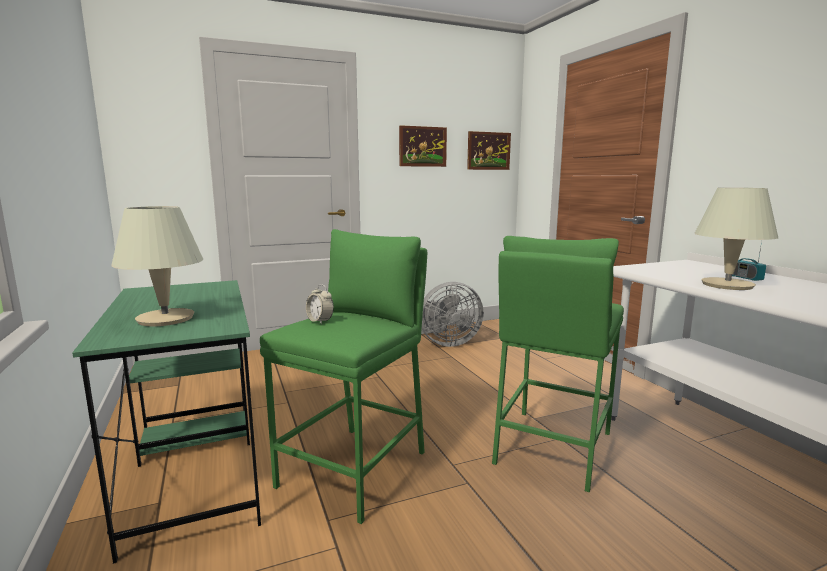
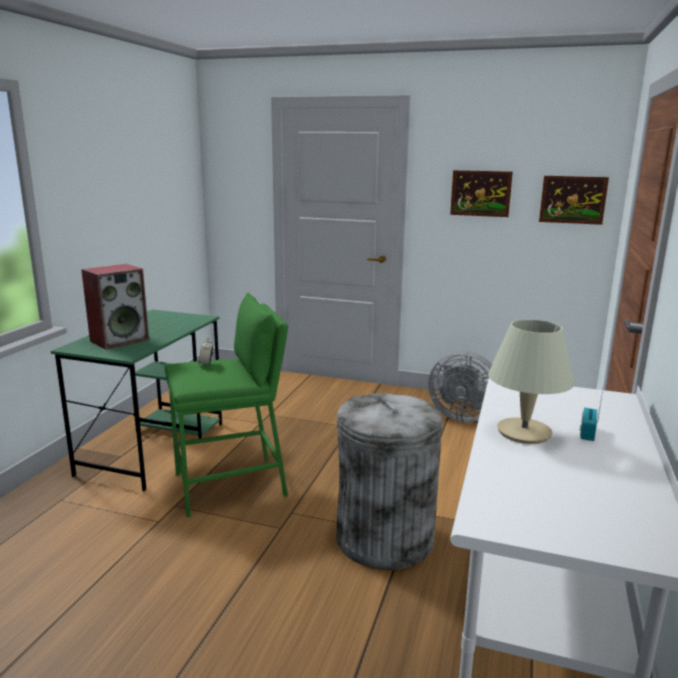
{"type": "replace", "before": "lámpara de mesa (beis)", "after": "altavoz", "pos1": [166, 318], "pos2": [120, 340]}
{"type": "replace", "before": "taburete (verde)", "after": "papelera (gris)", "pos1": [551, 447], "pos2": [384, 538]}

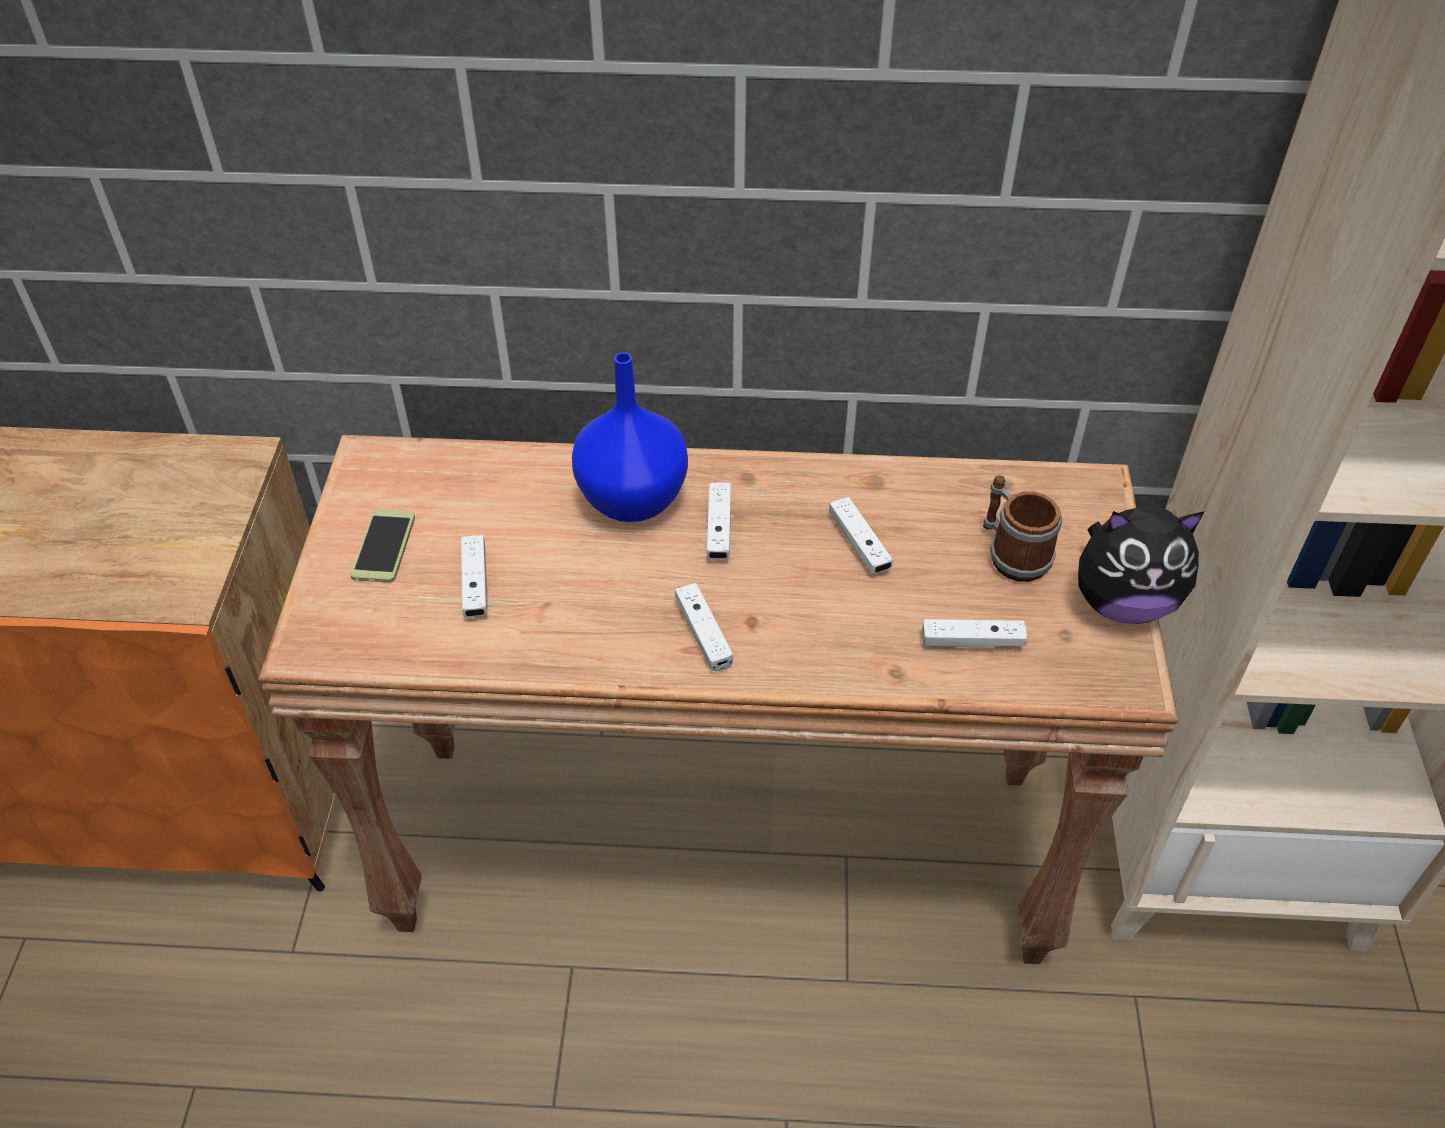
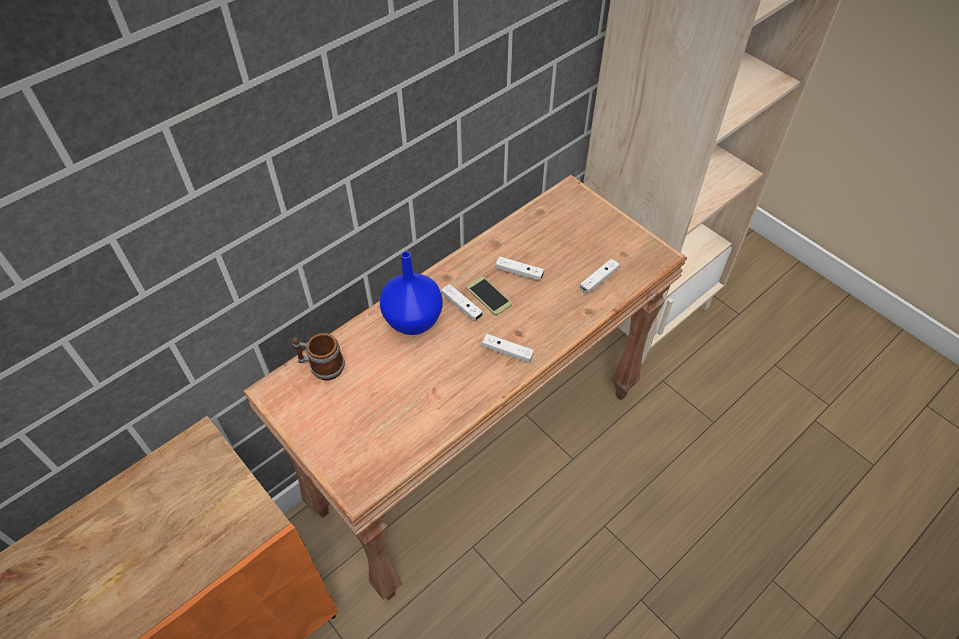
{"type": "move", "before": "taza grande", "pos1": [1011, 553], "pos2": [321, 366]}
{"type": "delete", "before": "peluche", "pos1": [1123, 602]}
{"type": "move", "before": "móvil", "pos1": [383, 546], "pos2": [488, 296]}
{"type": "delete", "before": "mando de consola (blanco)", "pos1": [475, 584]}

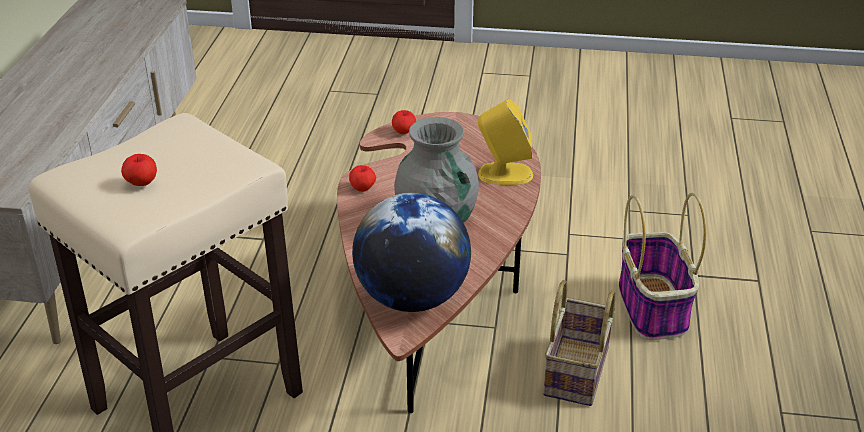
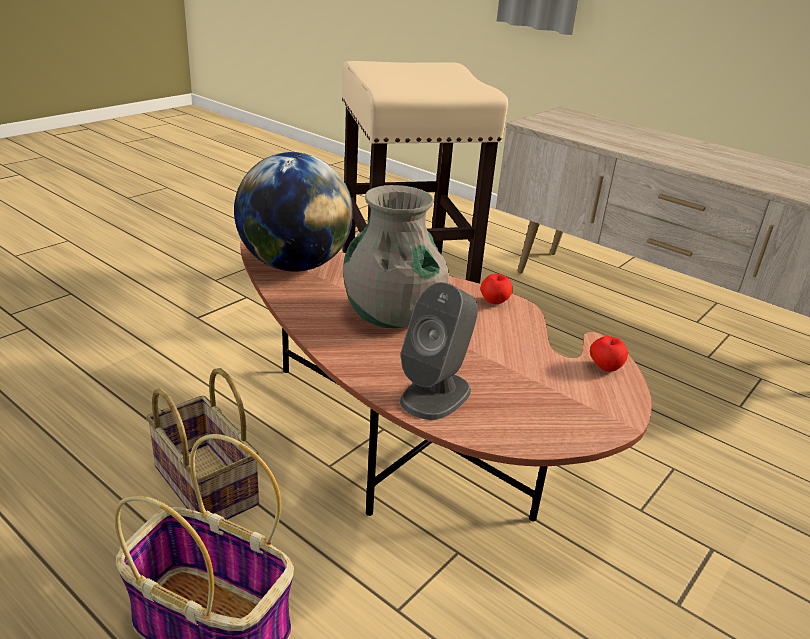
{"type": "recolor", "before": "altavoz (amarillo)", "after": "altavoz (gris)", "pos1": [504, 174], "pos2": [436, 394]}
{"type": "delete", "before": "manzana", "pos1": [141, 183]}

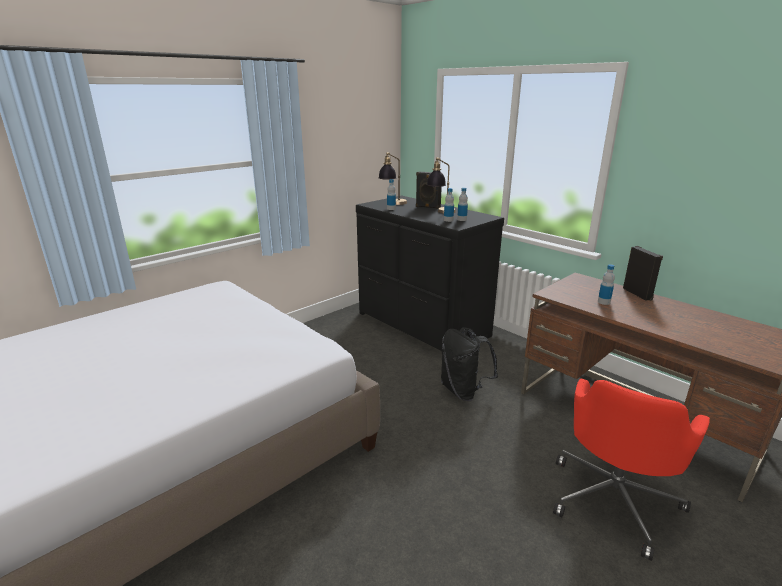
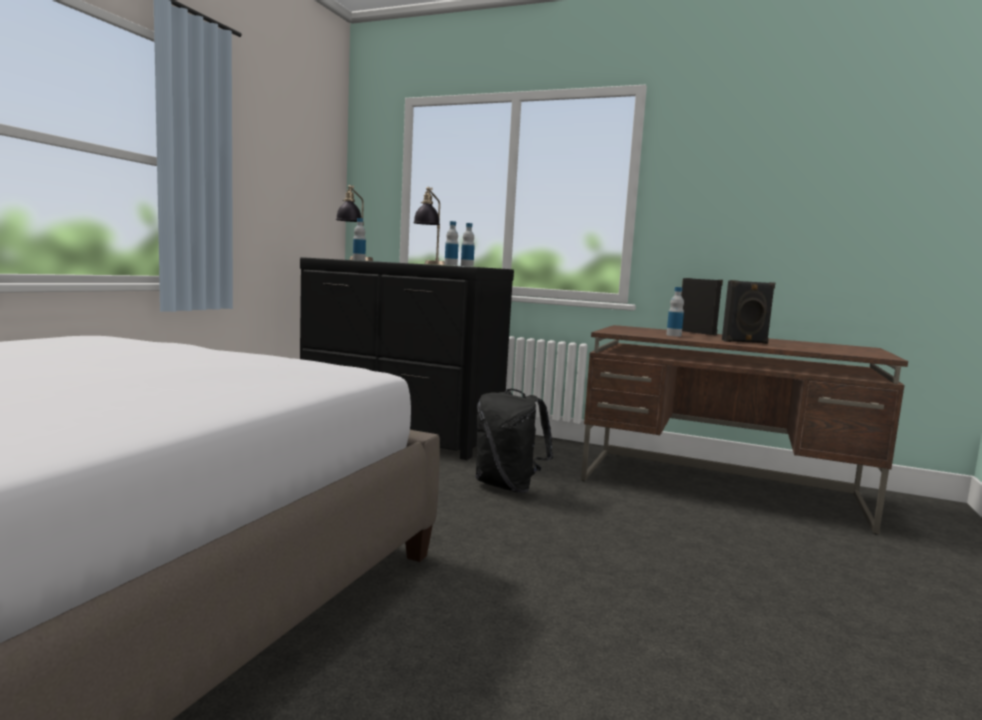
{"type": "move", "before": "altavoz (negro)", "pos1": [427, 207], "pos2": [745, 342]}
{"type": "delete", "before": "silla de oficina (rojo)", "pos1": [614, 498]}

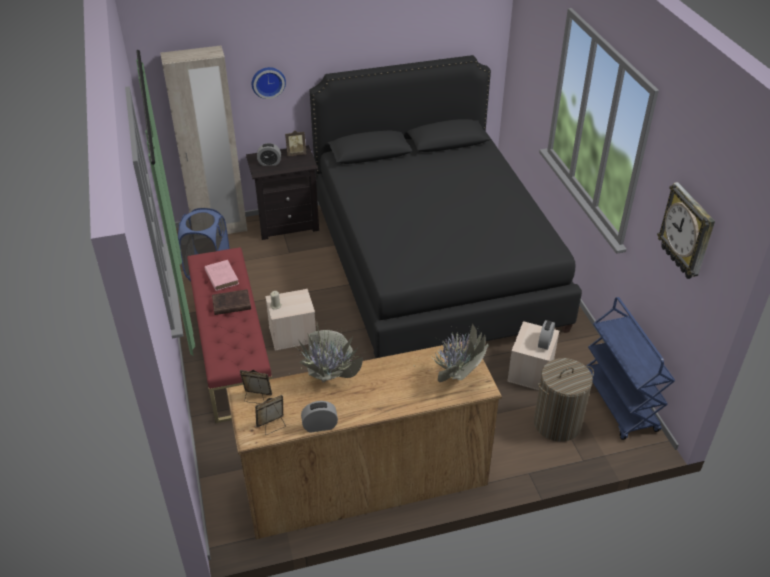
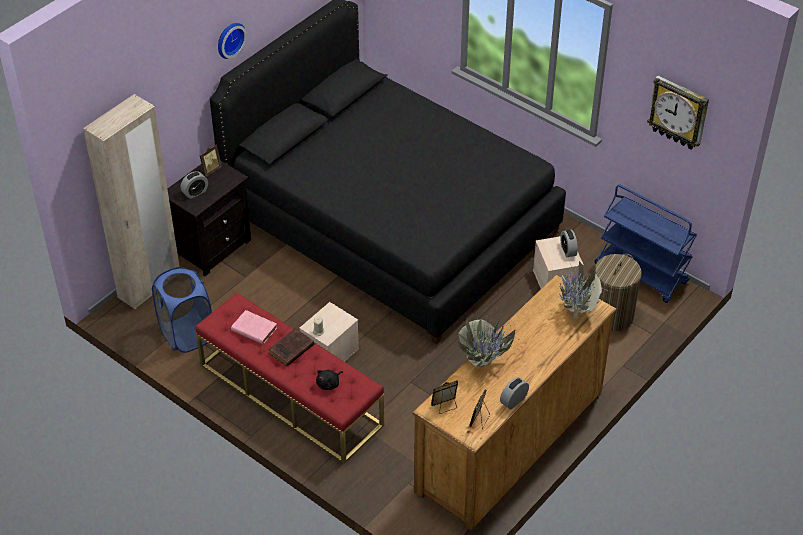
{"type": "move", "before": "reloj de pared", "pos1": [268, 81], "pos2": [229, 39]}
{"type": "insert", "after": "peluche (negro)", "pos2": [329, 384]}

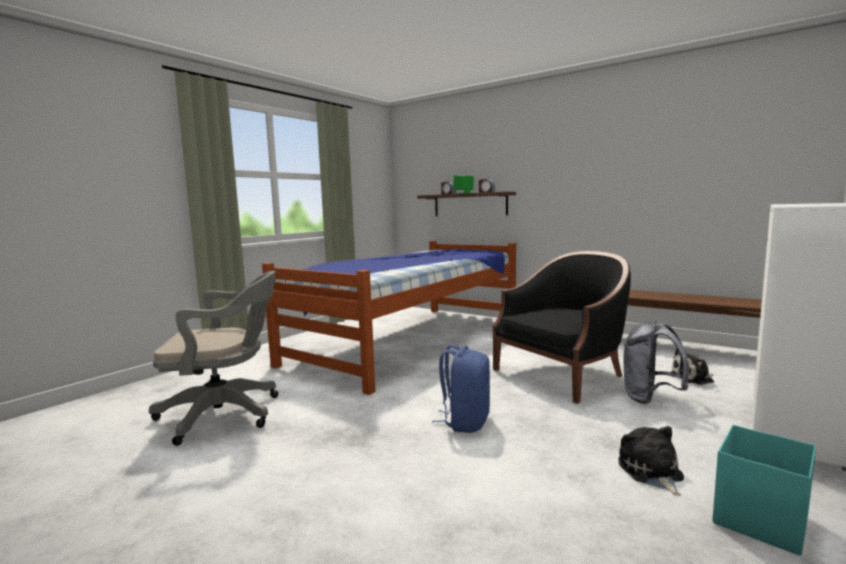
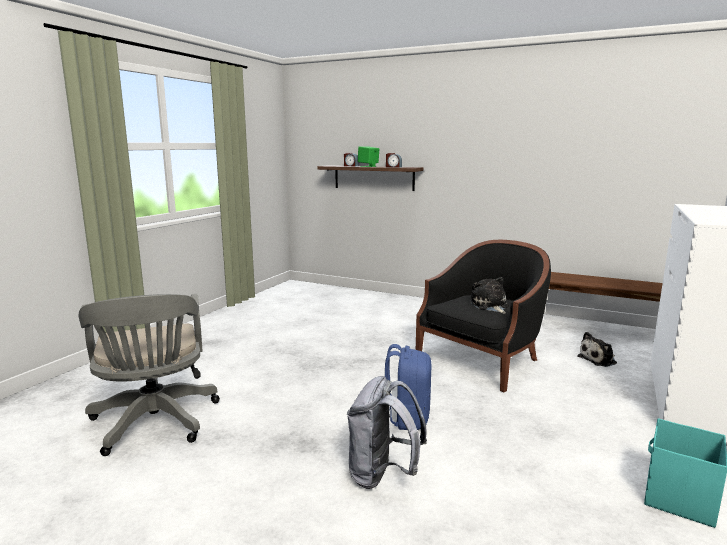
{"type": "delete", "before": "cama", "pos1": [409, 340]}
{"type": "rotate", "before": "silla de oficina (gris)", "pos1": [226, 414], "pos2": [155, 424], "turn": 90}
{"type": "move", "before": "mochila (gris)", "pos1": [650, 398], "pos2": [382, 475]}
{"type": "move", "before": "peluche", "pos1": [651, 472], "pos2": [490, 306]}

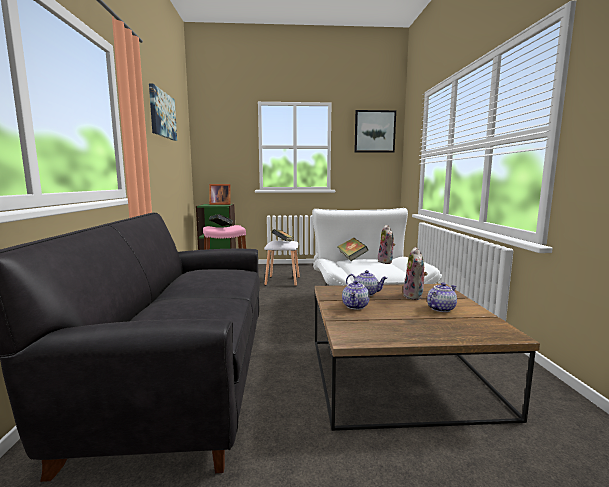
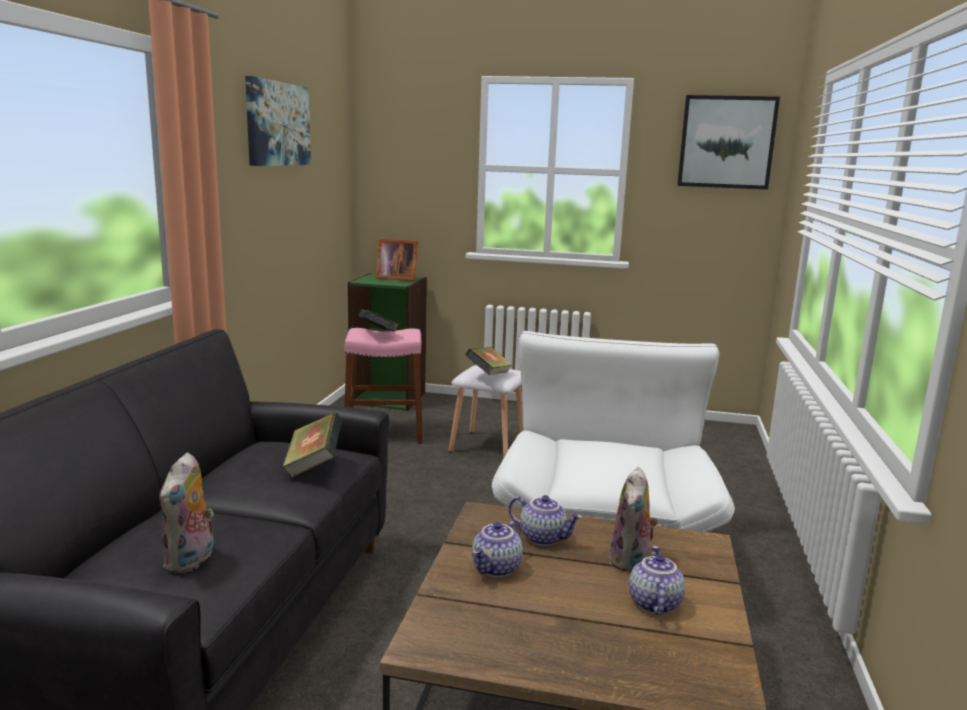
{"type": "move", "before": "peluche", "pos1": [386, 262], "pos2": [191, 561]}
{"type": "move", "before": "libro", "pos1": [351, 258], "pos2": [313, 465]}
{"type": "rotate", "before": "tetera", "pos1": [440, 308], "pos2": [653, 603], "turn": -60}

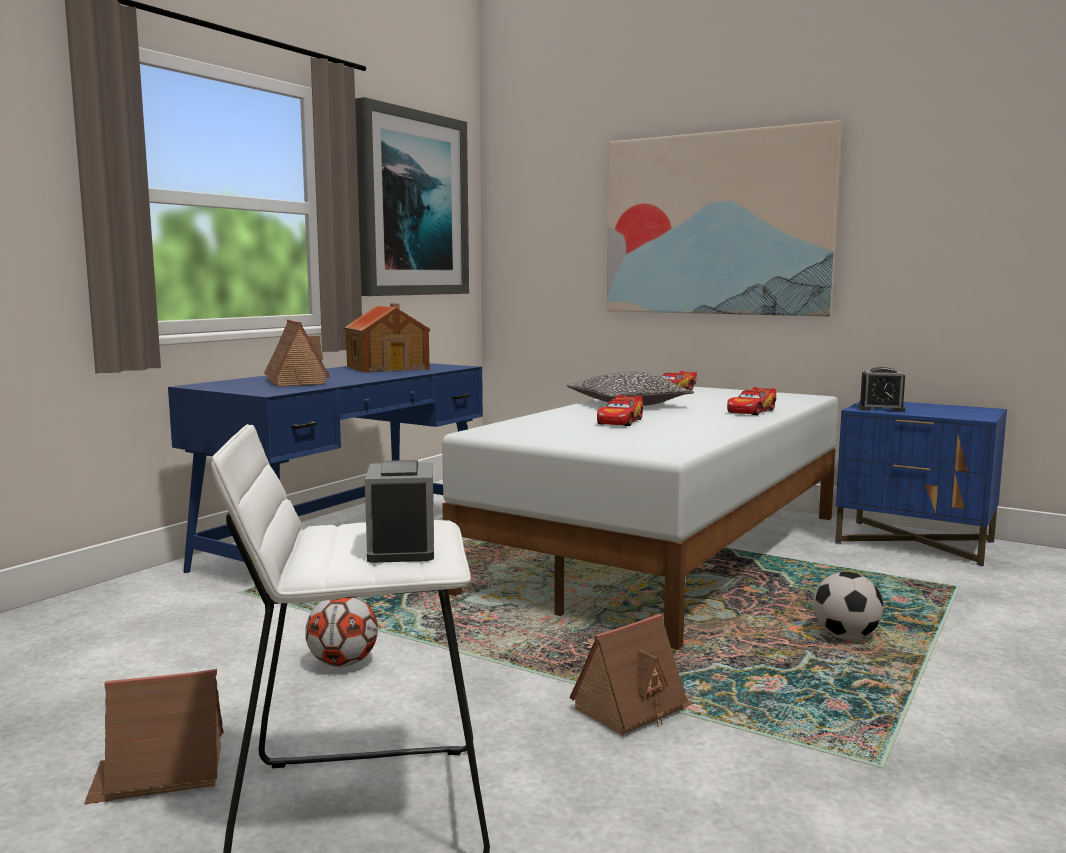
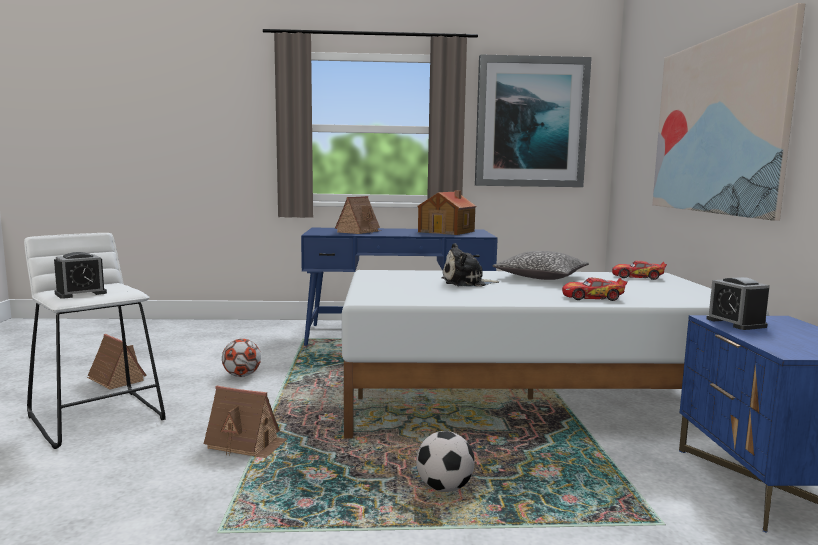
{"type": "replace", "before": "coche de juguete", "after": "peluche", "pos1": [620, 421], "pos2": [466, 283]}

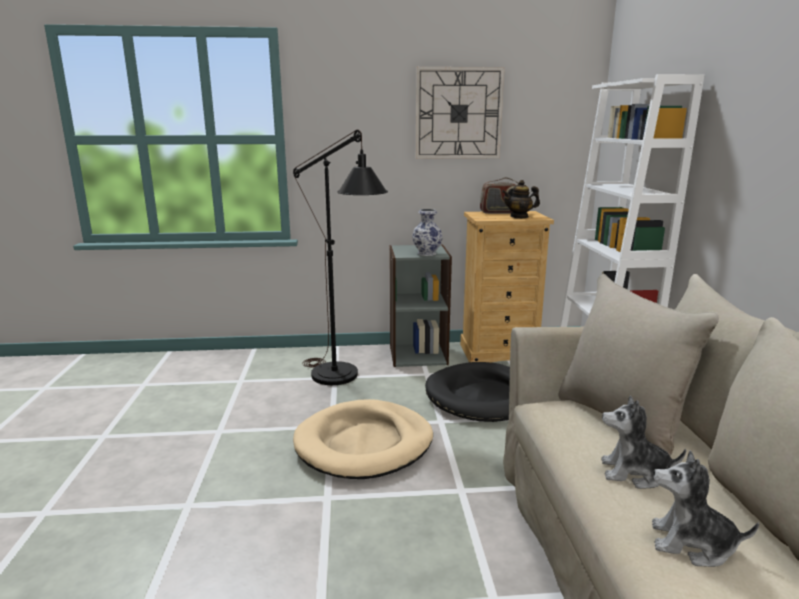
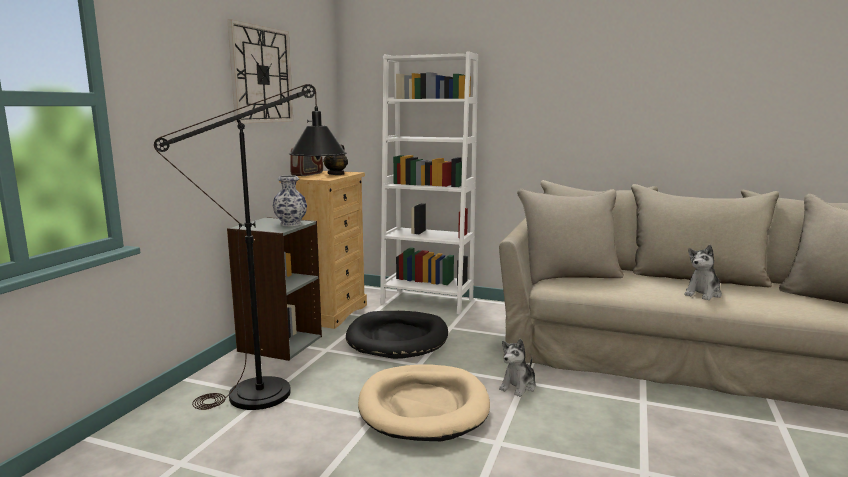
{"type": "move", "before": "peluche", "pos1": [634, 473], "pos2": [518, 386]}

